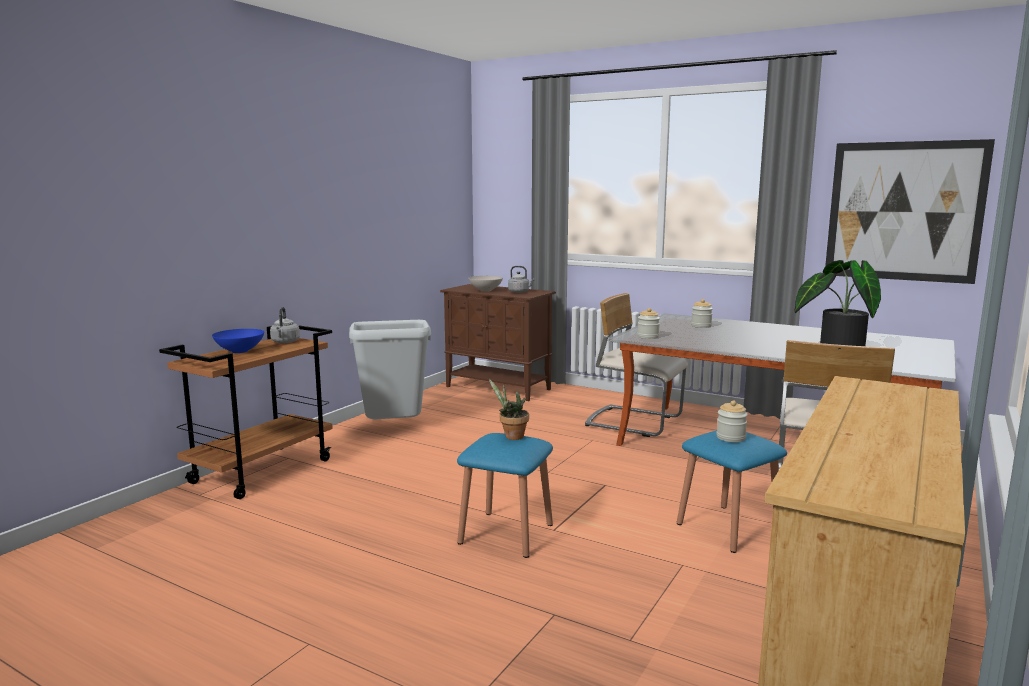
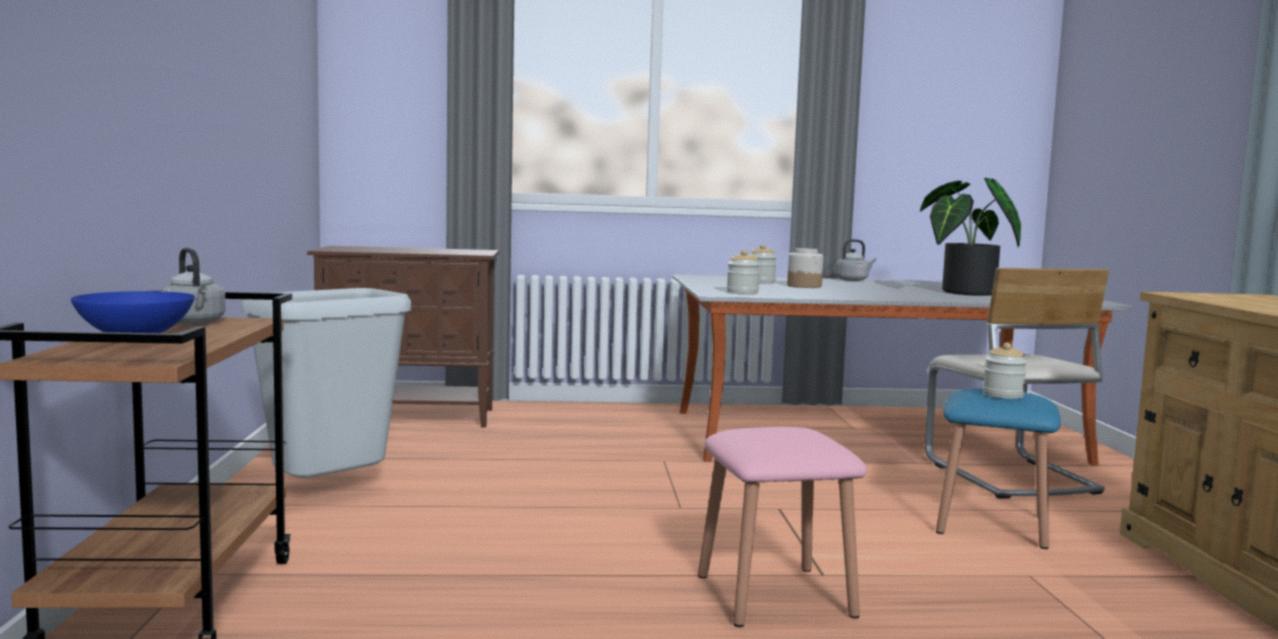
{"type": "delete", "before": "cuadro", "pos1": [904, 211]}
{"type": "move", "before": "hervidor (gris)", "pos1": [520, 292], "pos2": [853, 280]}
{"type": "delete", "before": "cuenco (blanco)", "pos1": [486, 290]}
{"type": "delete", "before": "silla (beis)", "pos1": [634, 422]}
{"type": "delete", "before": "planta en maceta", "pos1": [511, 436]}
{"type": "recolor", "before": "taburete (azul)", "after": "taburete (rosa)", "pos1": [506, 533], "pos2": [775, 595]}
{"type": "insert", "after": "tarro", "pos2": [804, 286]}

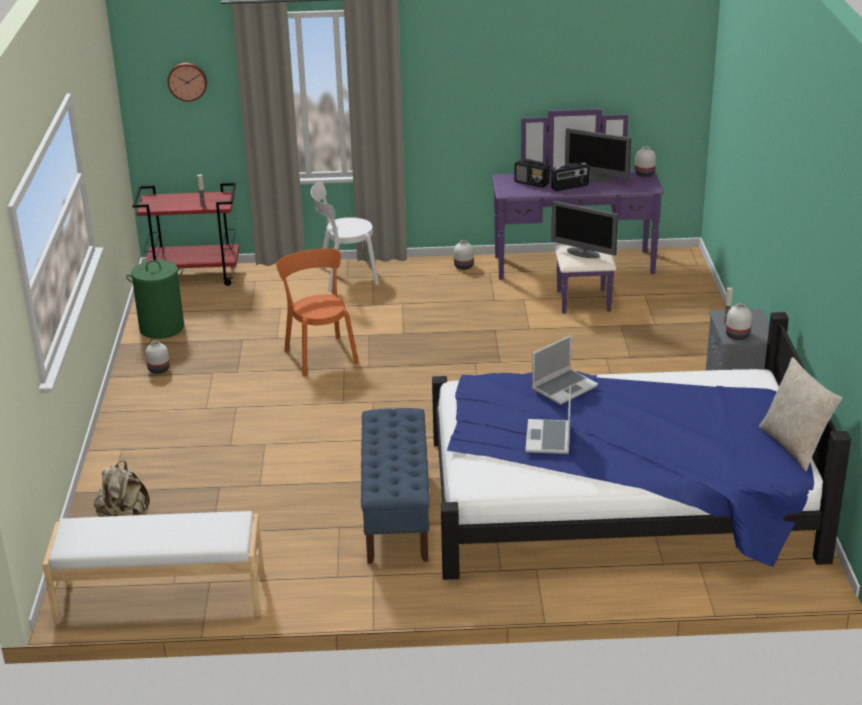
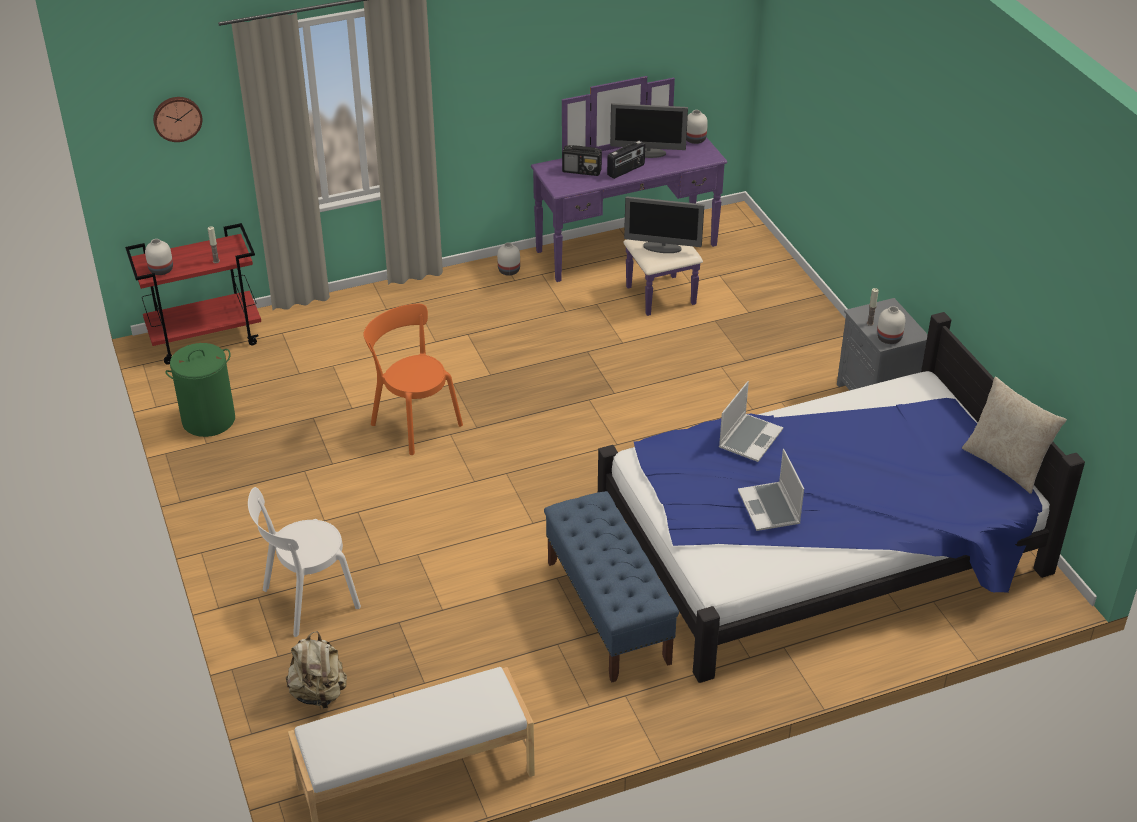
{"type": "move", "before": "silla (blanco)", "pos1": [345, 276], "pos2": [306, 600]}
{"type": "move", "before": "florero (blanco)", "pos1": [159, 369], "pos2": [161, 269]}

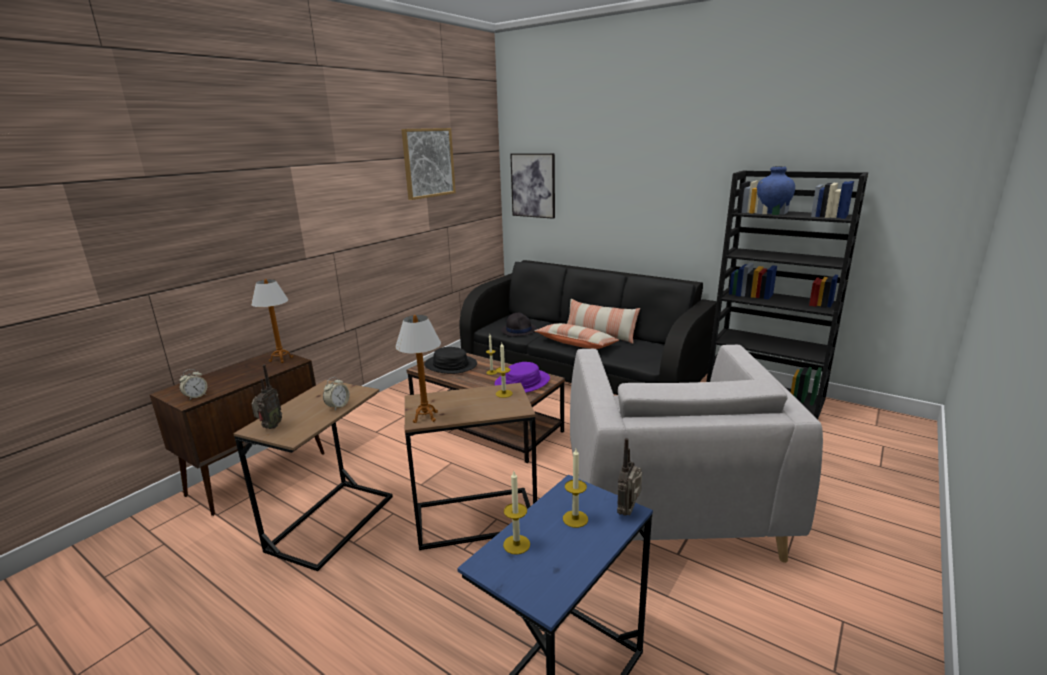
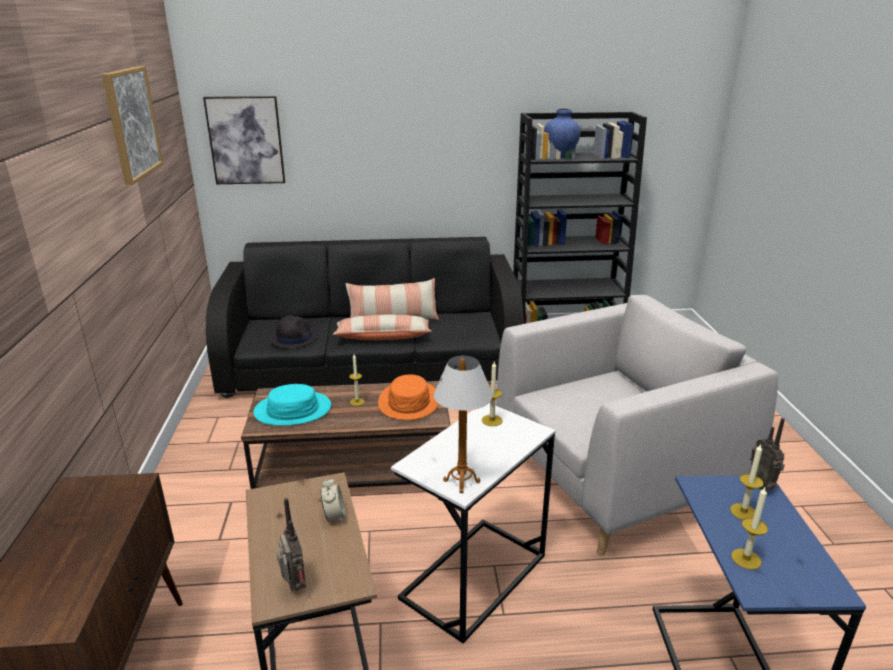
{"type": "delete", "before": "lámpara de mesa", "pos1": [281, 359]}
{"type": "rotate", "before": "sillón (gris)", "pos1": [669, 507], "pos2": [614, 475], "turn": -75}
{"type": "recolor", "before": "sombrero (negro)", "after": "sombrero (turquesa)", "pos1": [450, 365], "pos2": [293, 410]}
{"type": "recolor", "before": "sombrero (morado)", "after": "sombrero (naranja)", "pos1": [522, 382], "pos2": [409, 402]}
{"type": "delete", "before": "despertador", "pos1": [196, 396]}
{"type": "recolor", "before": "mesa auxiliar (marrón)", "after": "mesa auxiliar (blanco)", "pos1": [475, 518], "pos2": [474, 577]}

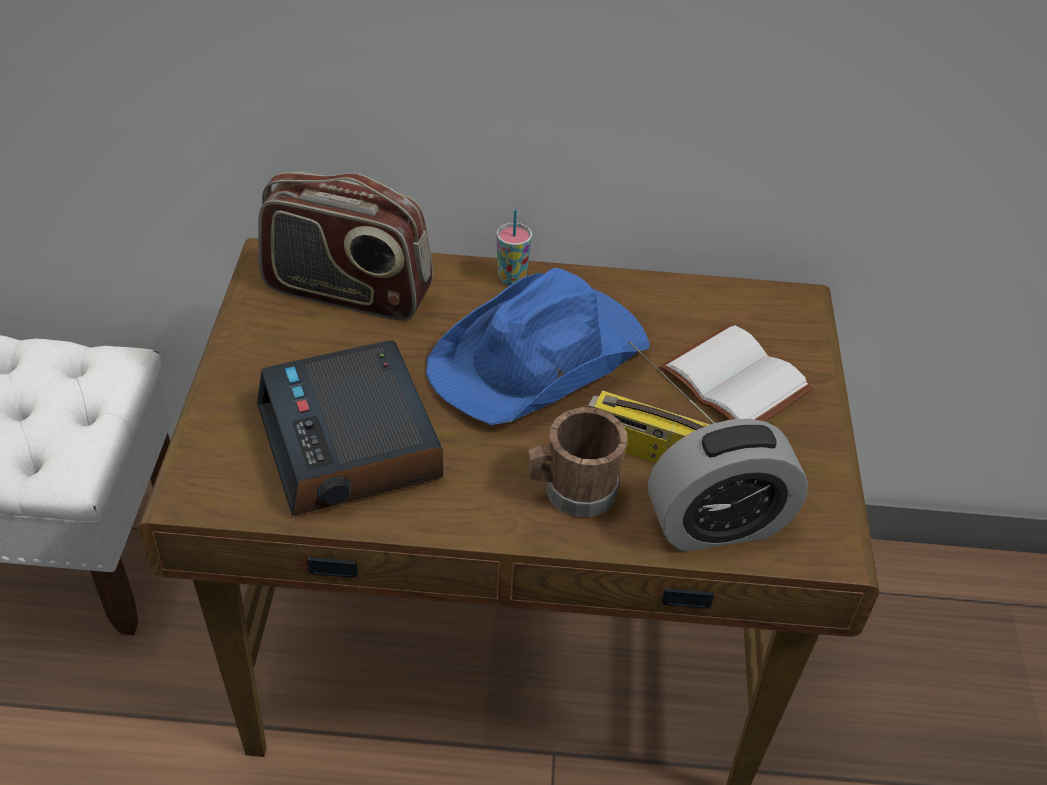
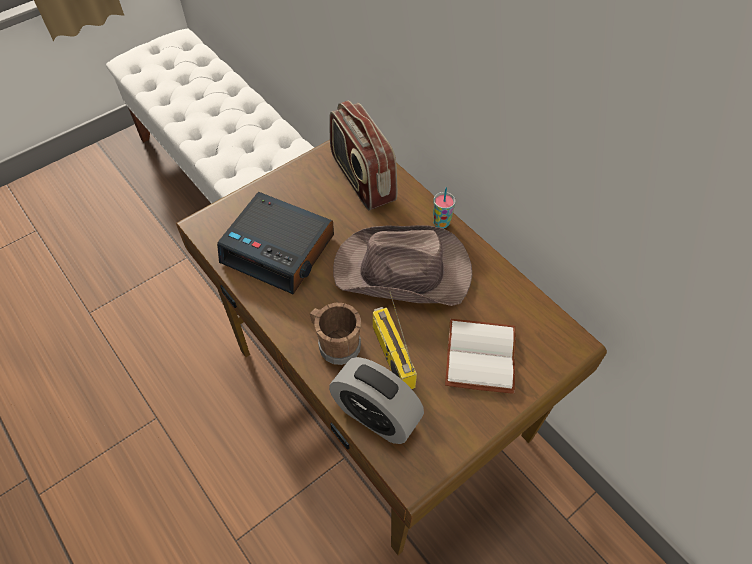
{"type": "recolor", "before": "sombrero (azul)", "after": "sombrero (marrón)", "pos1": [541, 358], "pos2": [403, 271]}
{"type": "rotate", "before": "despertador", "pos1": [351, 443], "pos2": [279, 249], "turn": -90}

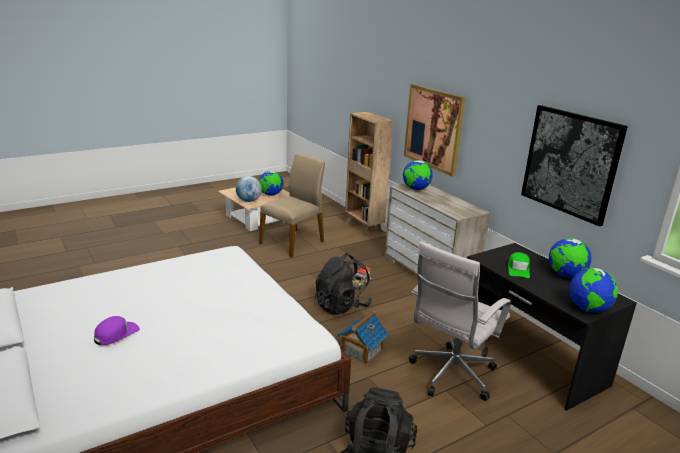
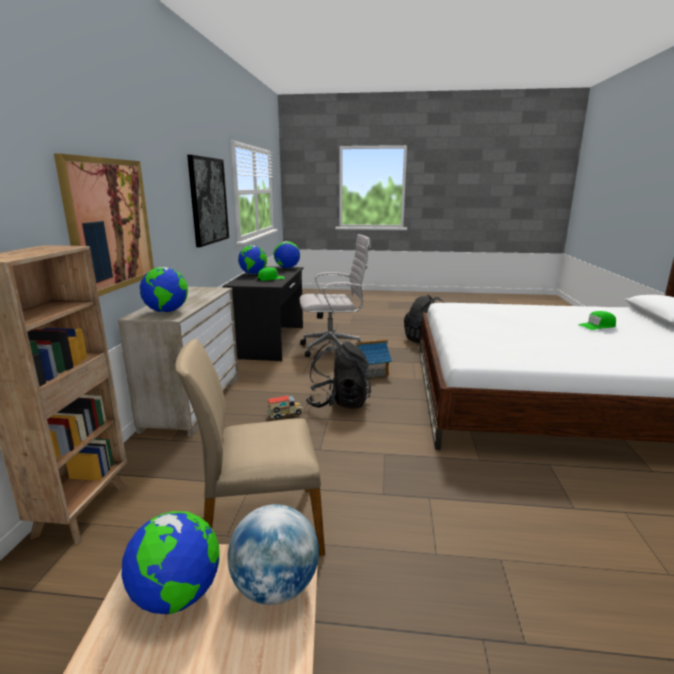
{"type": "recolor", "before": "gorra (morado)", "after": "gorra (verde)", "pos1": [116, 334], "pos2": [597, 326]}

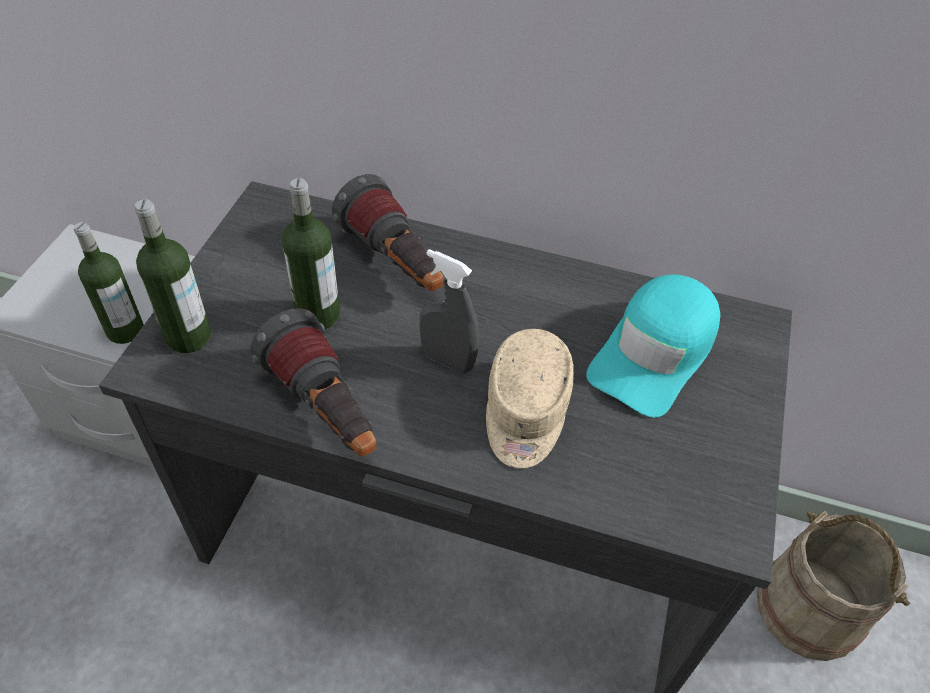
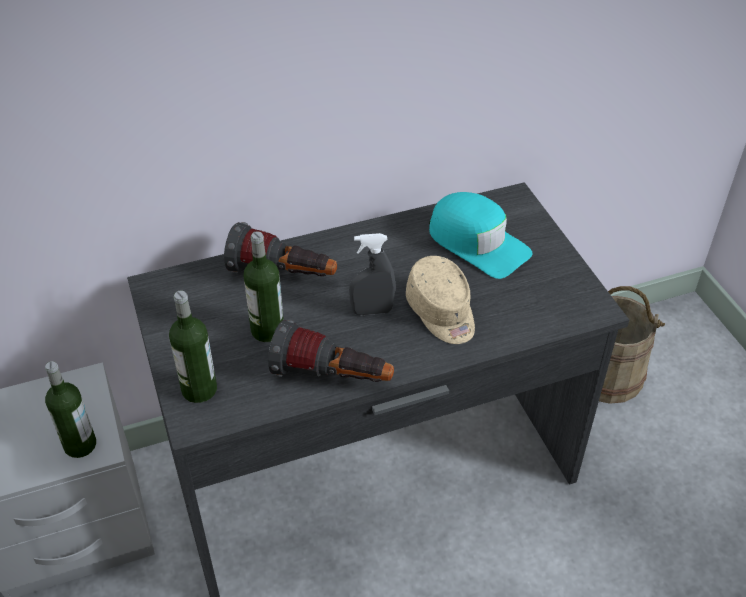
{"type": "rotate", "before": "gorra (turquesa)", "pos1": [655, 352], "pos2": [477, 243], "turn": -45}

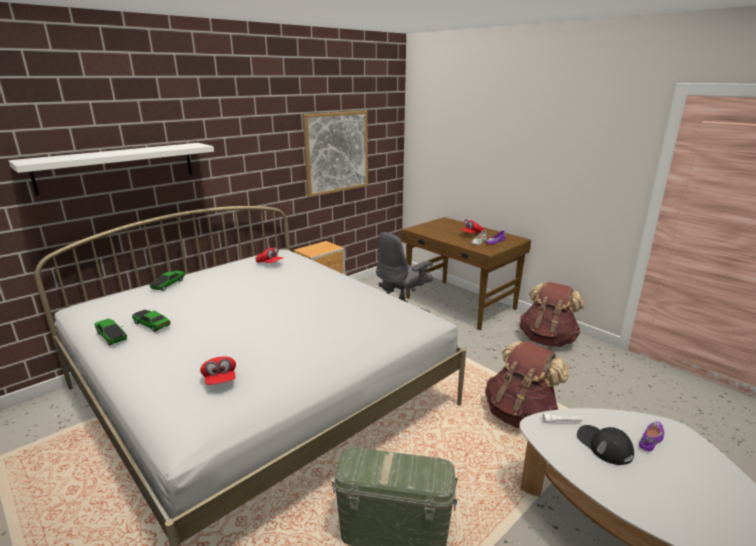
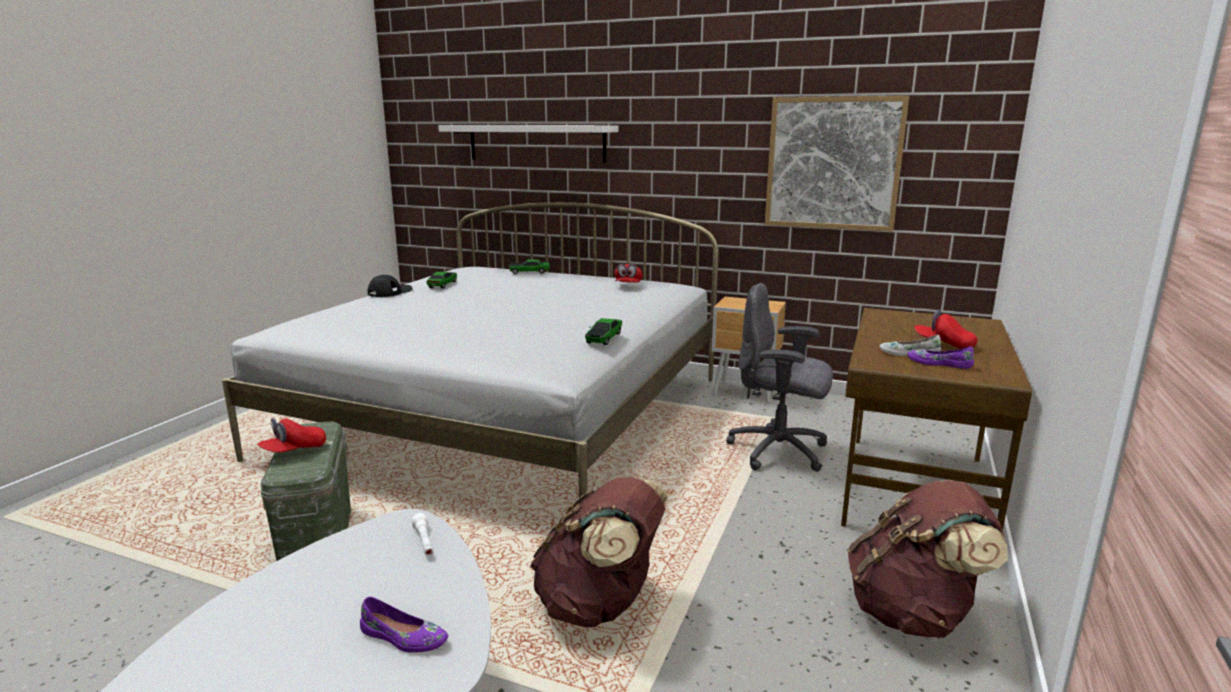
{"type": "move", "before": "coche de juguete", "pos1": [111, 336], "pos2": [604, 338]}
{"type": "move", "before": "gorra (rojo)", "pos1": [220, 379], "pos2": [294, 451]}
{"type": "move", "before": "gorra (negro)", "pos1": [604, 445], "pos2": [390, 292]}

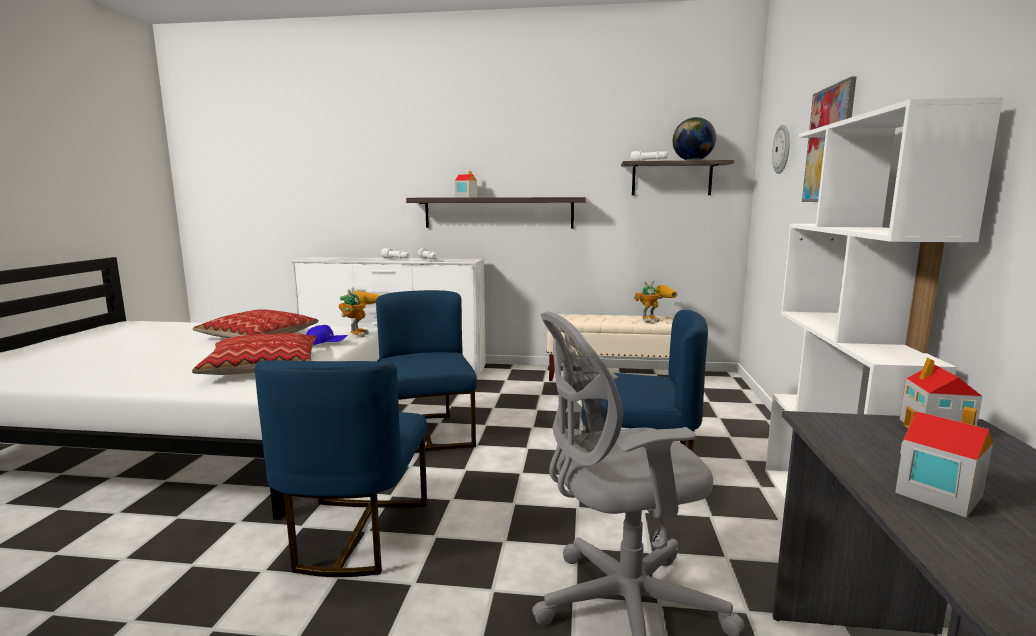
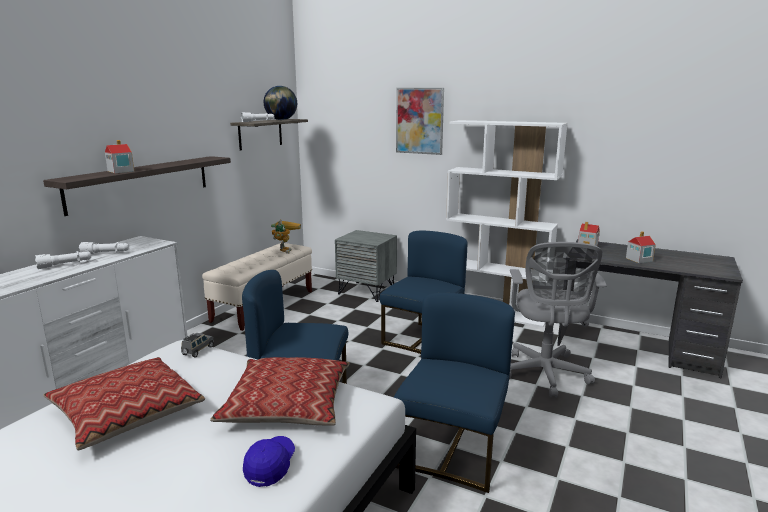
{"type": "delete", "before": "reloj de pared", "pos1": [782, 149]}
{"type": "replace", "before": "robot de juguete", "after": "coche de juguete (gris)", "pos1": [358, 333], "pos2": [198, 351]}
{"type": "move", "before": "gorra (azul)", "pos1": [326, 344], "pos2": [270, 466]}
{"type": "rotate", "before": "silla (azul)", "pos1": [355, 535], "pos2": [453, 451], "turn": -90}
{"type": "insert", "after": "mesita de noche (gris)", "pos2": [367, 292]}

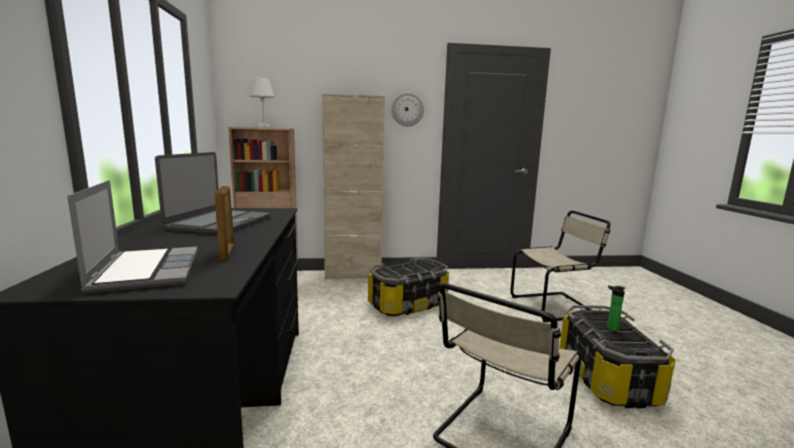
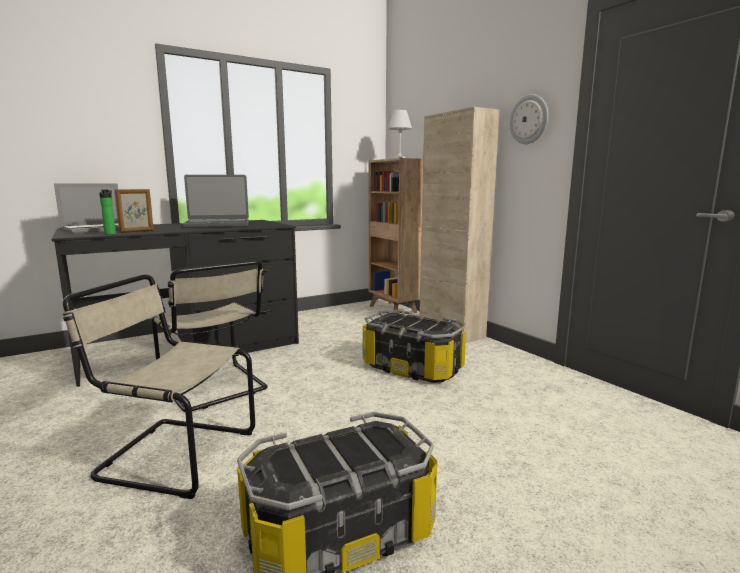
{"type": "move", "before": "silla (beis)", "pos1": [554, 306], "pos2": [215, 387]}
{"type": "move", "before": "botella", "pos1": [610, 328], "pos2": [111, 234]}

